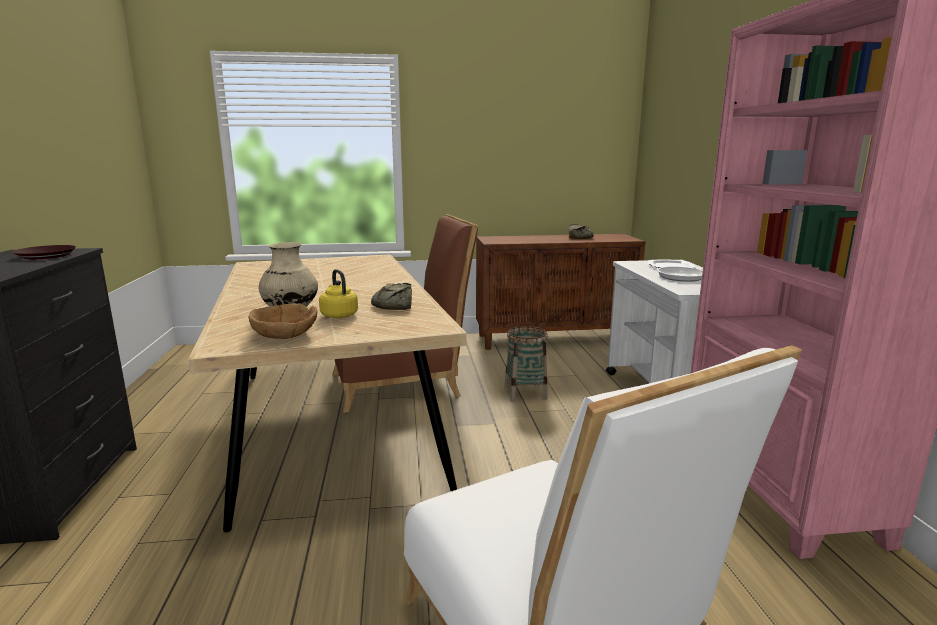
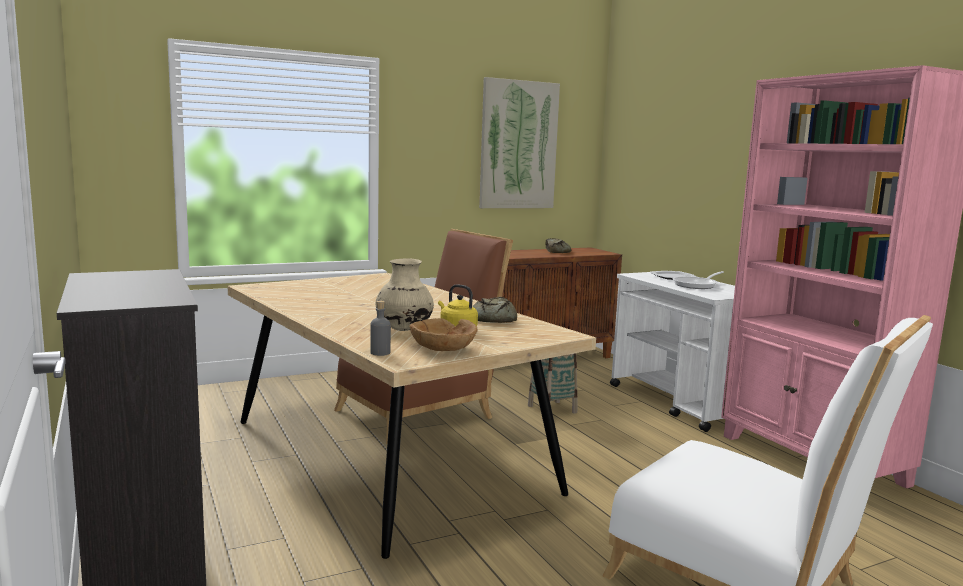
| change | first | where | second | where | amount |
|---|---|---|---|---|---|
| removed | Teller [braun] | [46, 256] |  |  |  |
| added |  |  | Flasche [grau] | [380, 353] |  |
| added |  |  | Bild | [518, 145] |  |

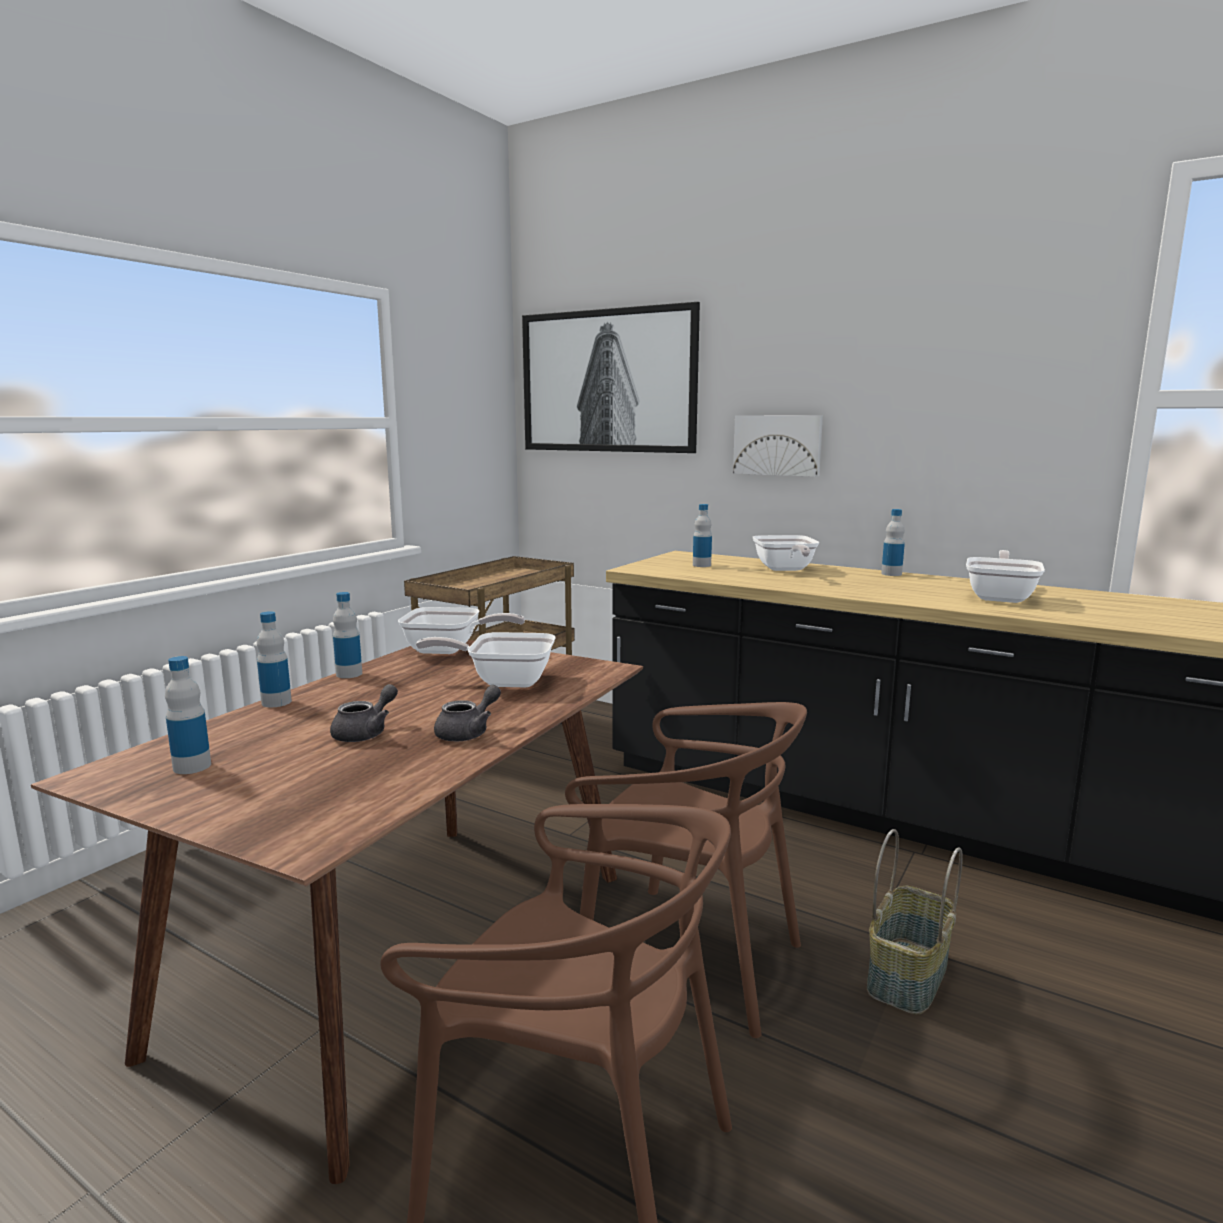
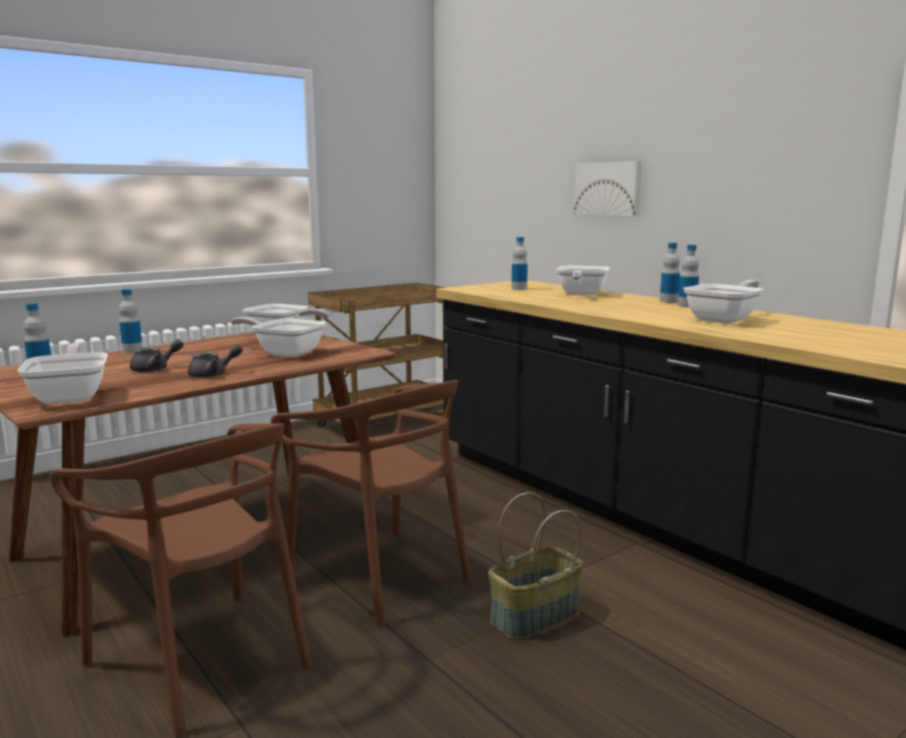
| change | first | where | second | where | amount |
|---|---|---|---|---|---|
| removed | Bild | [608, 381] |  |  |  |
| added |  |  | Pfanne | [71, 396] |  |
| moved | Flasche | [349, 674] |  | [687, 305] |  |

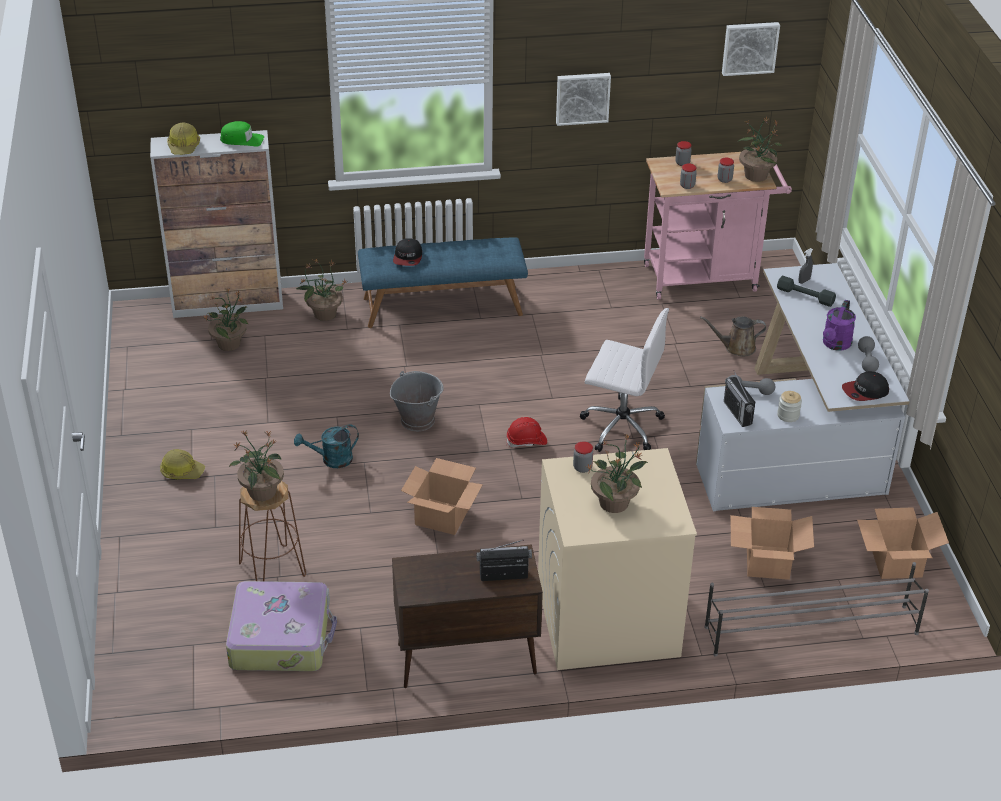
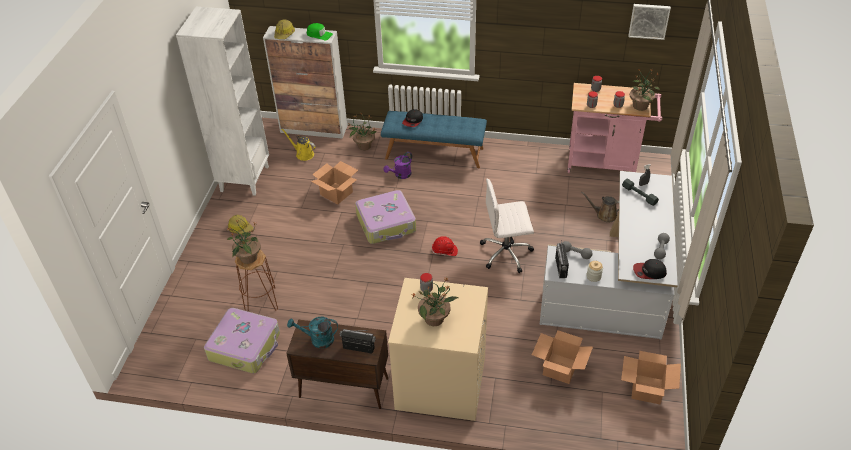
| change | first | where | second | where | amount |
|---|---|---|---|---|---|
| removed | Bild | [582, 97] |  |  |  |
| removed | Schuhregal [grau] | [810, 630] |  |  |  |
| added |  |  | Bücherregal [weiß] | [244, 178] |  |
| moved | Gießkanne [türkis] | [331, 460] |  | [317, 339] |  |
| moved | Karton | [441, 516] |  | [336, 193] |  |
| moved | Gießkanne [lila] | [835, 345] |  | [400, 175] |  |
| replaced | Topfpflanze | [230, 343] | Gießkanne [gelb] | [303, 154] |  |
| replaced | Eimer [grau] | [417, 420] | Koffer | [386, 223] |  |
| turned | Bürostuhl [weiß] | [620, 426] |  | [507, 253] | 135 degrees clockwise |

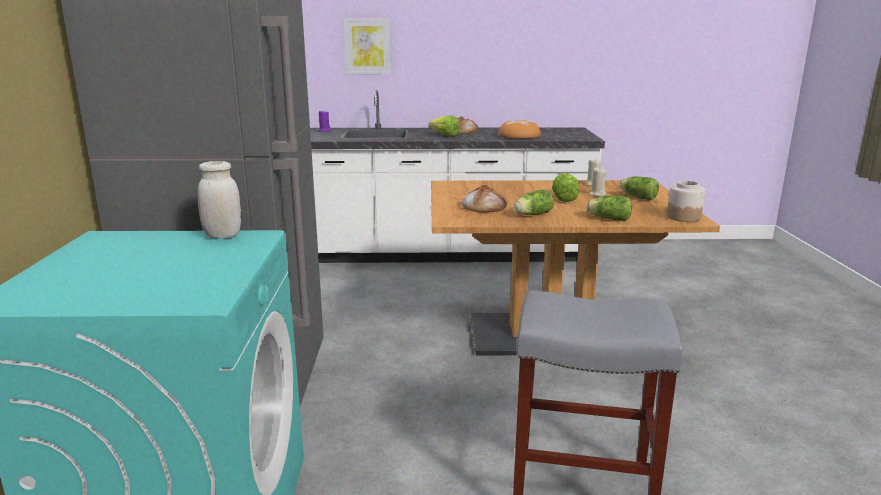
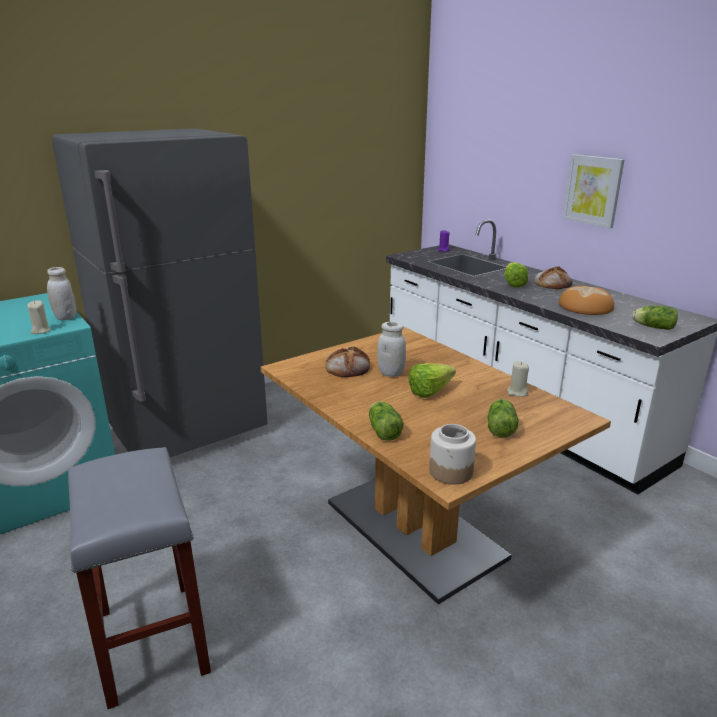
| change | first | where | second | where | amount |
|---|---|---|---|---|---|
| added |  |  | Vorratsglas [weiß] | [391, 373] |  |
| moved | Bild | [368, 46] |  | [593, 190] |  |
| moved | Salatkopf | [532, 215] |  | [652, 327] |  |
| moved | Kerze [beige] | [597, 194] |  | [40, 331] |  |

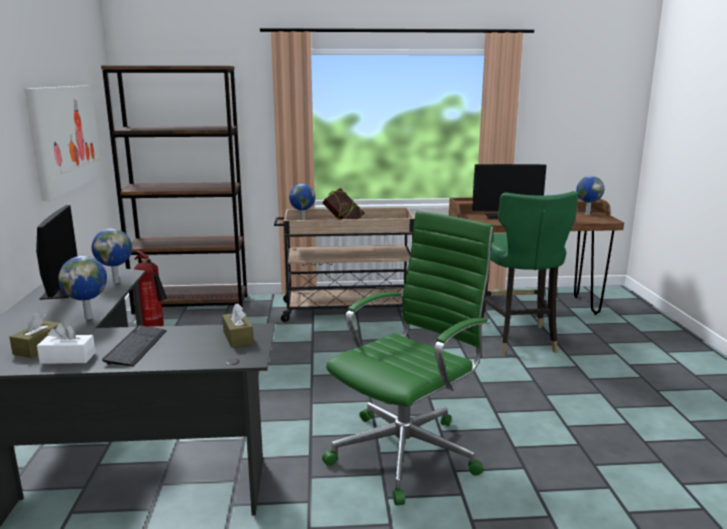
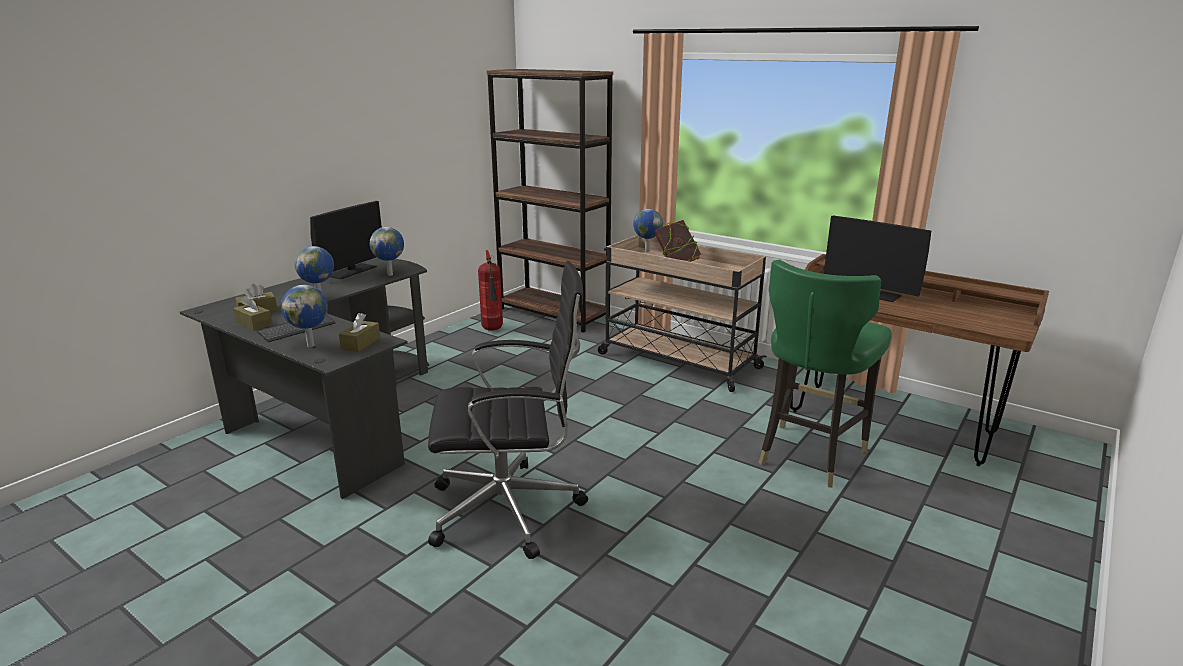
| change | first | where | second | where | amount |
|---|---|---|---|---|---|
| removed | Bild | [65, 138] |  |  |  |
| moved | Globus | [587, 214] |  | [311, 345] |  |
| recoloured | Taschentuchbox [weiß] | [68, 358] | Taschentuchbox [braun] | [254, 323] |  |
| recoloured | Bürostuhl [grün] | [407, 451] | Bürostuhl [schwarz] | [510, 509] |  |

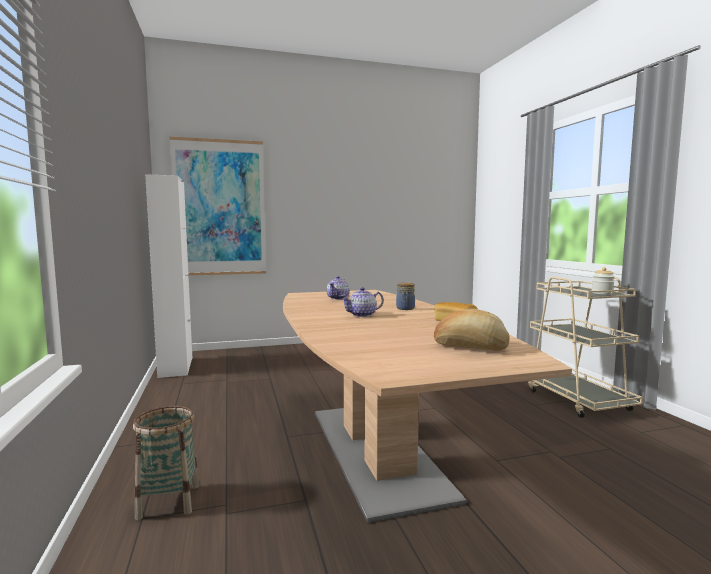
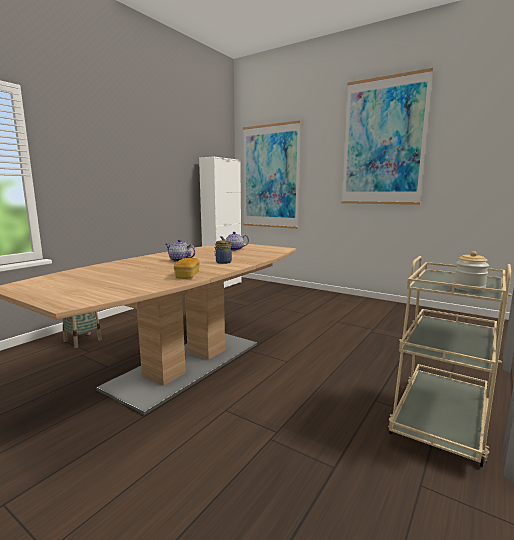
| change | first | where | second | where | amount |
|---|---|---|---|---|---|
| removed | Brot | [470, 347] |  |  |  |
| added |  |  | Bild | [383, 142] |  |

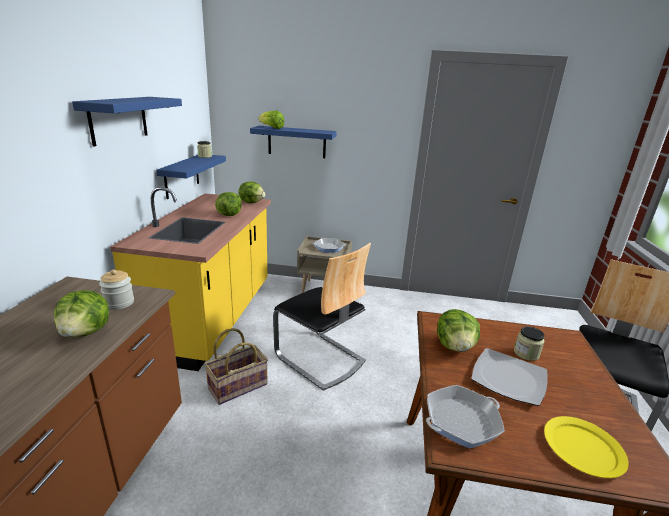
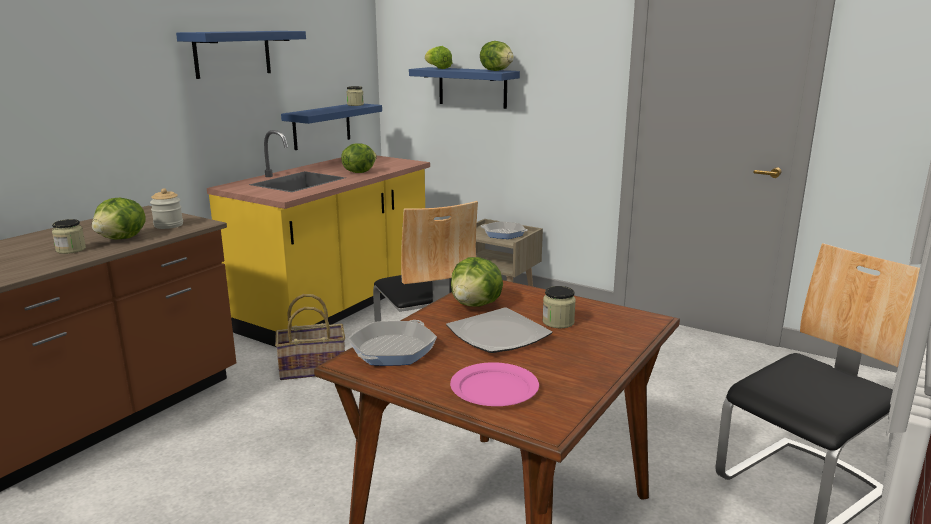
| change | first | where | second | where | amount |
|---|---|---|---|---|---|
| added |  |  | Vorratsglas | [71, 249] |  |
| moved | Salatkopf | [252, 202] |  | [497, 71] |  |
| recoloured | Teller [gelb] | [583, 449] | Teller [rosa] | [494, 389] |  |
| turned | Pfanne | [461, 421] |  | [392, 350] | 120 degrees clockwise |

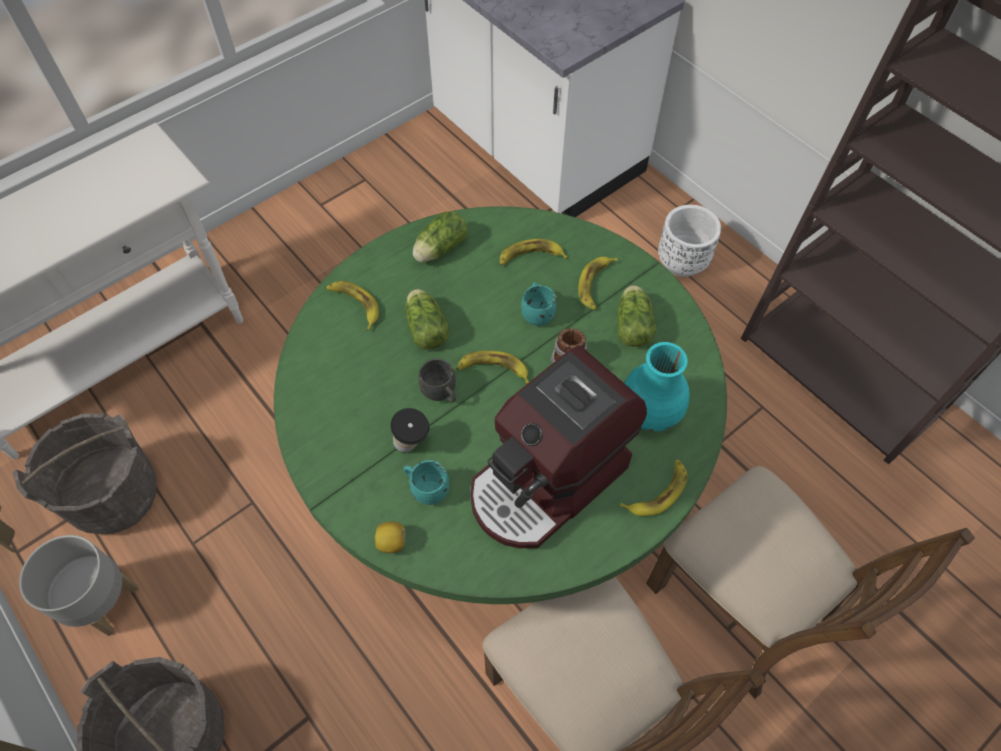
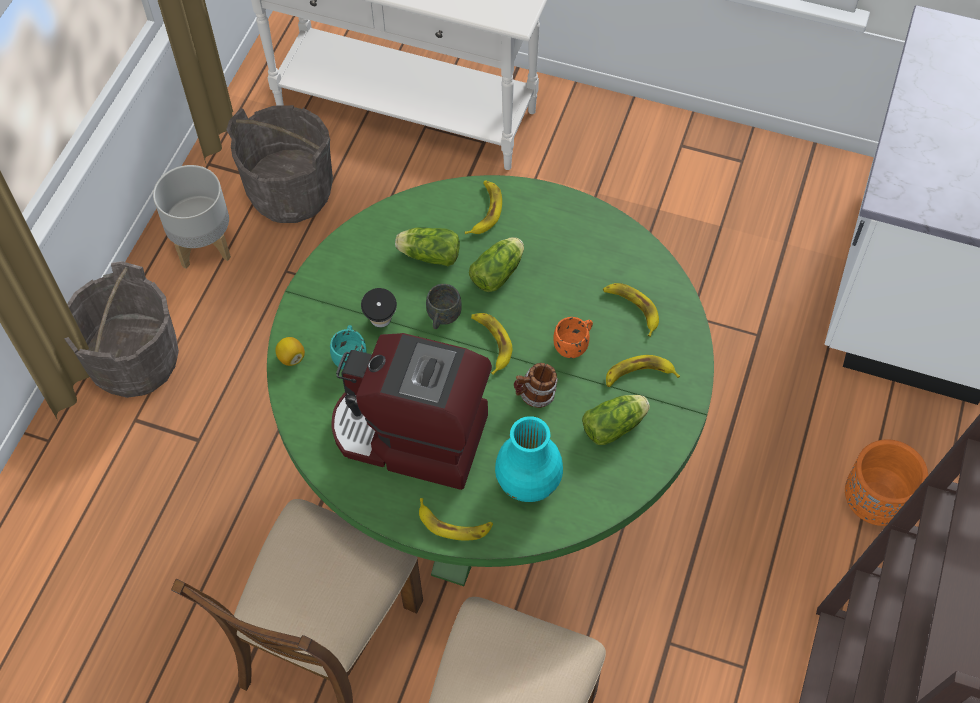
| change | first | where | second | where | amount |
|---|---|---|---|---|---|
| moved | Salatkopf | [439, 249] |  | [427, 255] |  |
| recoloured | Henkelbecher [türkis] | [537, 312] | Henkelbecher [orange] | [574, 344] |  |
| recoloured | Pflanzkübel [weiß] | [682, 262] | Pflanzkübel [orange] | [874, 502] |  |

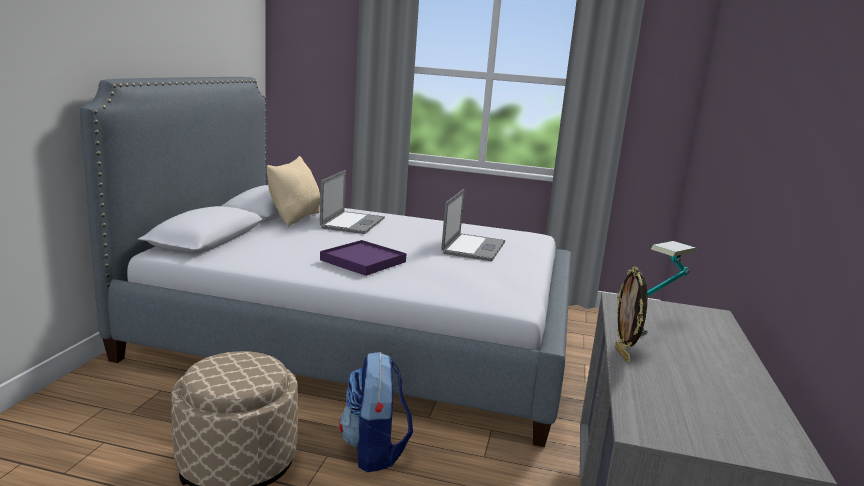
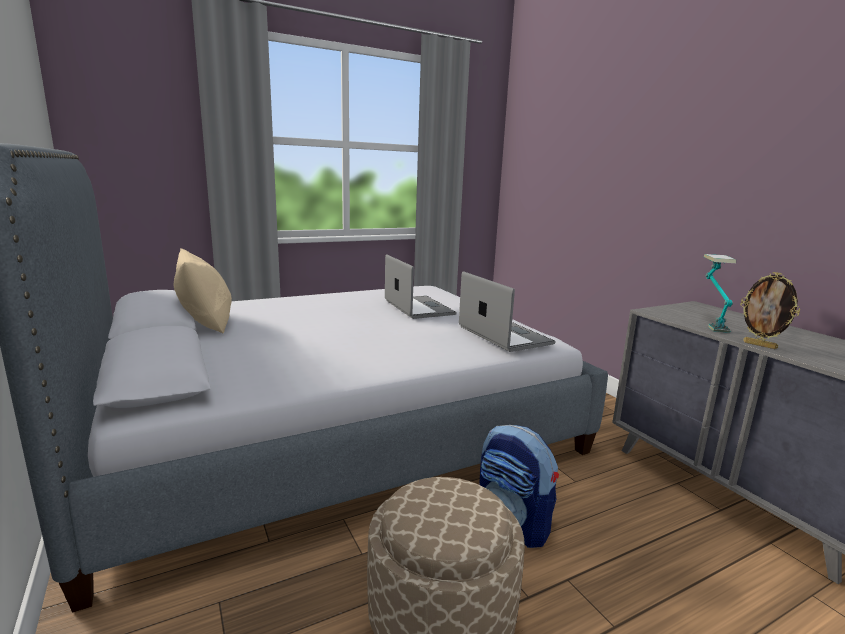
| change | first | where | second | where | amount |
|---|---|---|---|---|---|
| removed | Tablett [lila] | [363, 261] |  |  |  |
| moved | Laptop | [353, 223] |  | [504, 335] |  |

